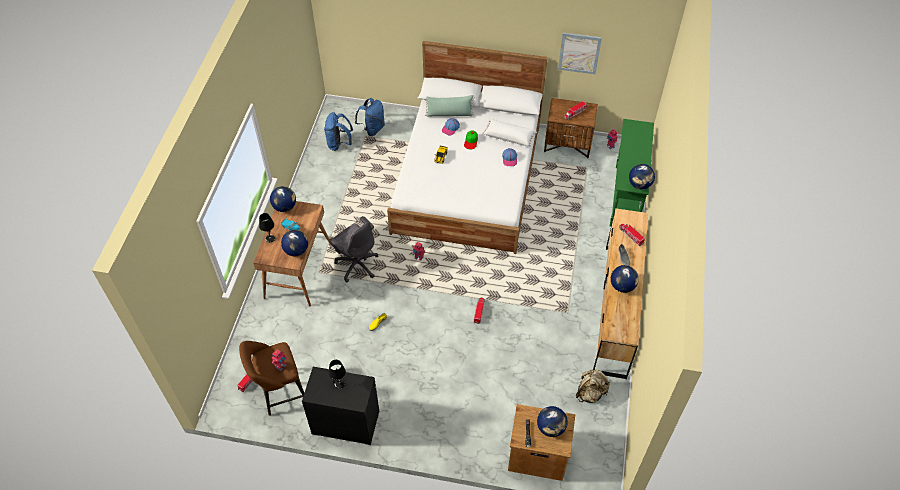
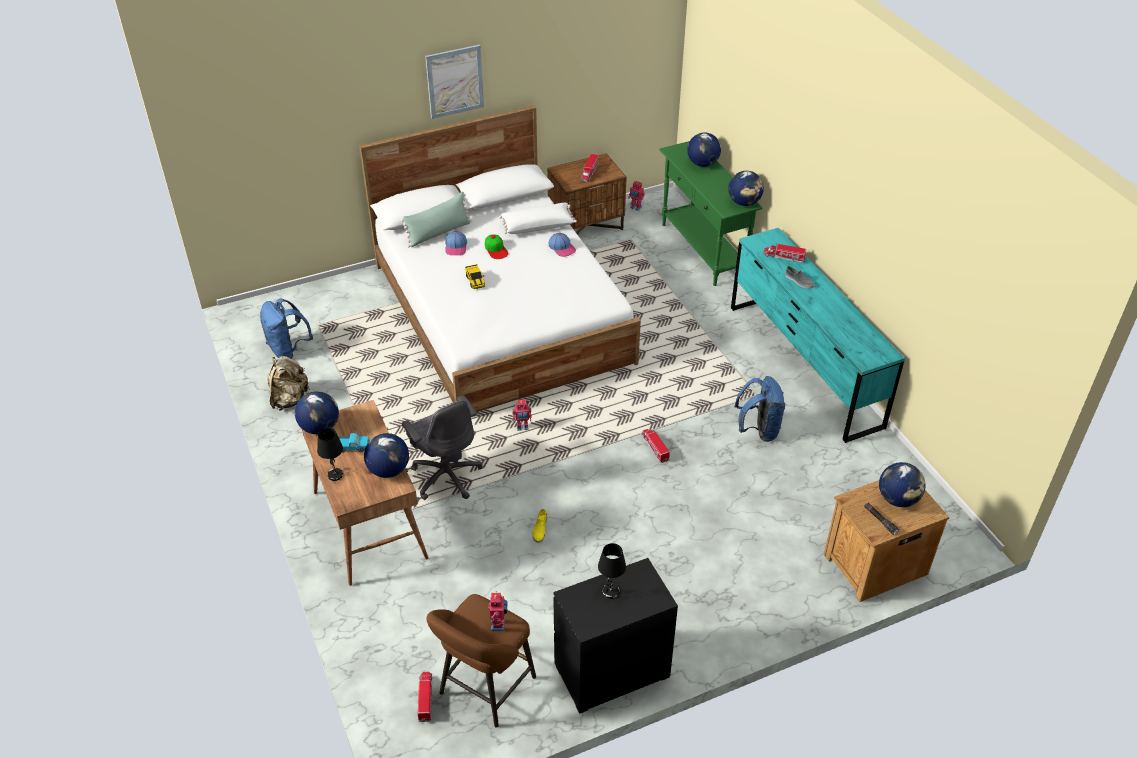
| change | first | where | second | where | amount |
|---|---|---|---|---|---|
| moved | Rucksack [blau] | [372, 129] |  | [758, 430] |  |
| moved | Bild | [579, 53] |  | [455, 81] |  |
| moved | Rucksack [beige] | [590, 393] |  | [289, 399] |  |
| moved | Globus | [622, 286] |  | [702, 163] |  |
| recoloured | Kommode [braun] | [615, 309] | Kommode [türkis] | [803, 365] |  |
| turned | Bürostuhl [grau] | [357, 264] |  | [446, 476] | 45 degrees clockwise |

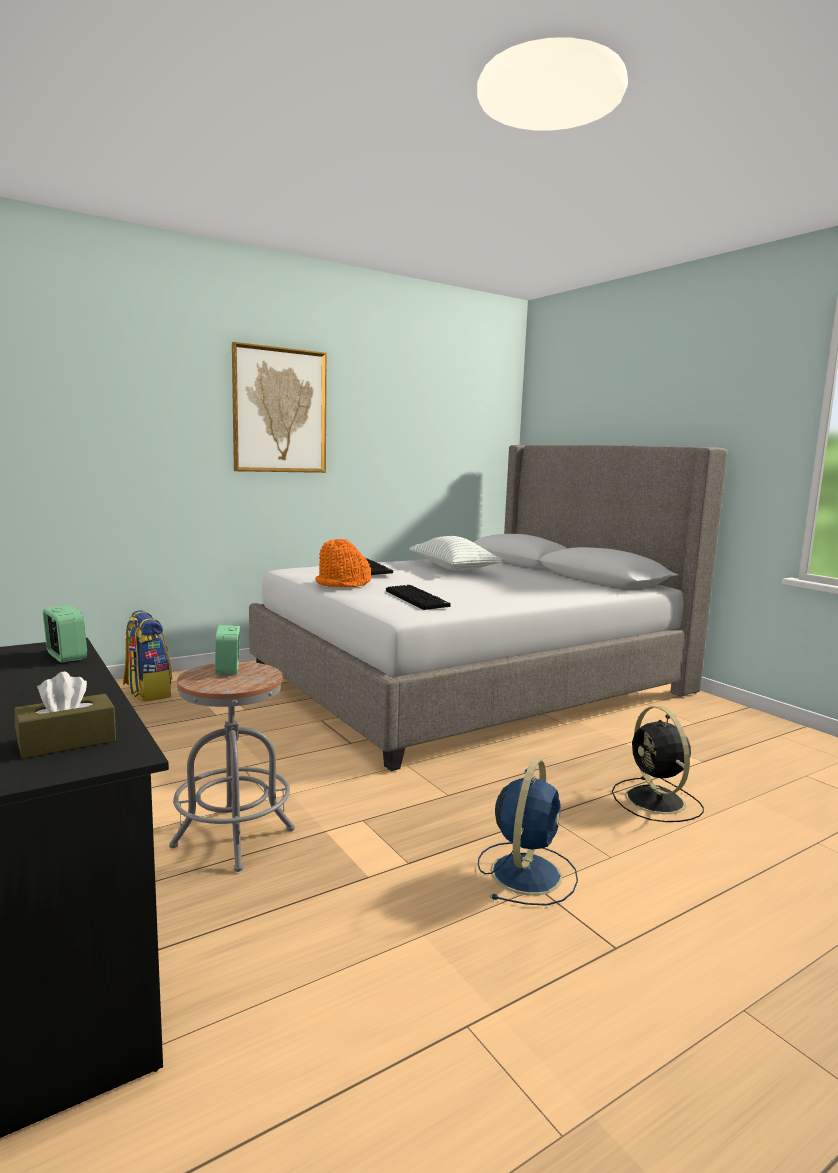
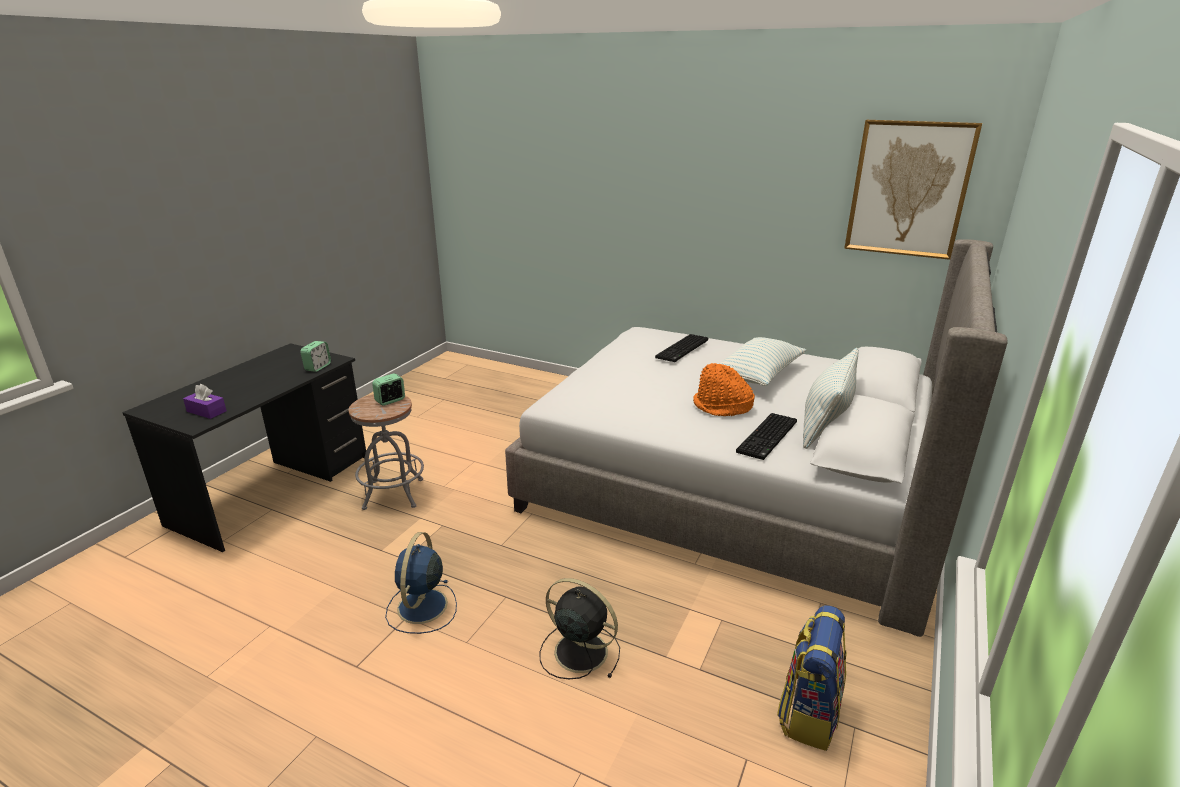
| change | first | where | second | where | amount |
|---|---|---|---|---|---|
| added |  |  | Kissen | [825, 424] |  |
| moved | Rucksack | [147, 692] |  | [808, 713] |  |
| moved | Bild | [279, 410] |  | [908, 189] |  |
| moved | Hut [orange] | [343, 584] |  | [722, 407] |  |
| moved | Tastatur | [418, 599] |  | [768, 438] |  |
| recoloured | Taschentuchbox [braun] | [67, 741] | Taschentuchbox [lila] | [206, 411] |  |
| turned | Ventilator [blau] | [526, 872] |  | [421, 608] | 105 degrees clockwise |
| turned | Ventilator [schwarz] | [656, 801] |  | [578, 651] | 75 degrees clockwise |

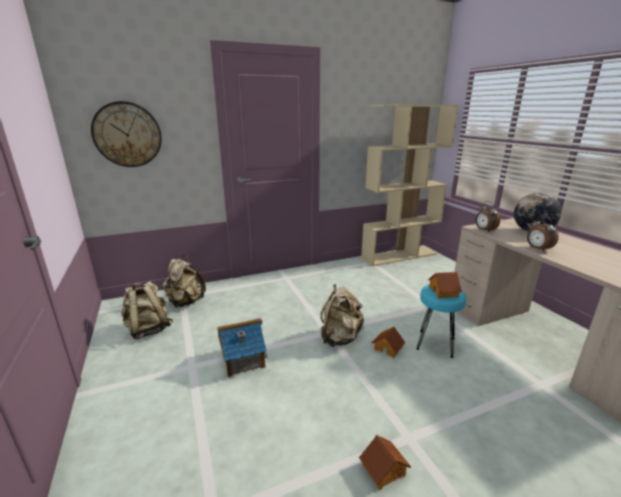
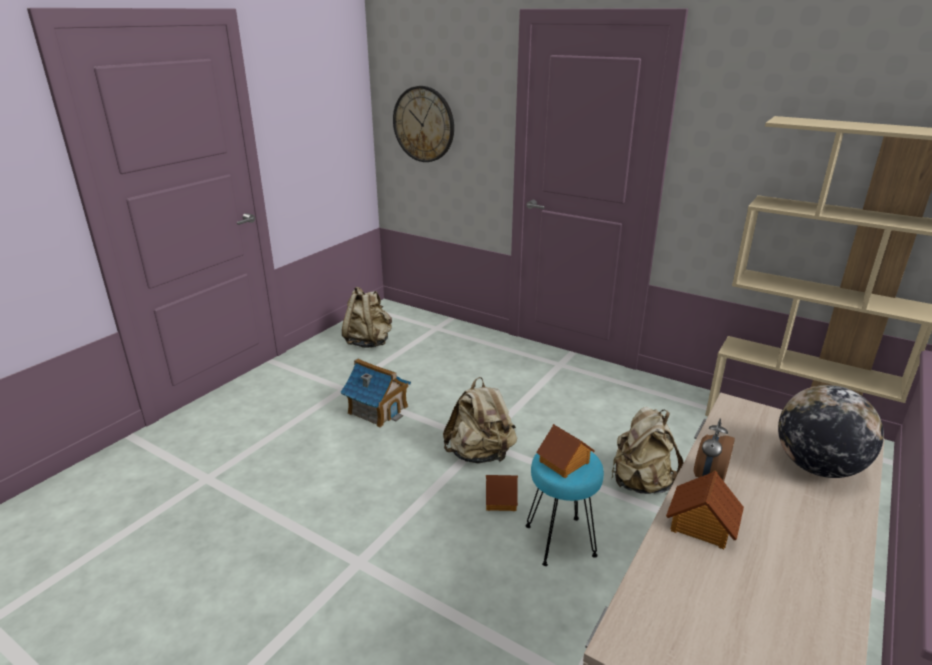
| change | first | where | second | where | amount |
|---|---|---|---|---|---|
| removed | Wecker | [484, 230] |  |  |  |
| moved | Rucksack [beige] | [185, 302] |  | [641, 483] |  |
| moved | Spielzeughaus | [383, 470] |  | [701, 525] |  |

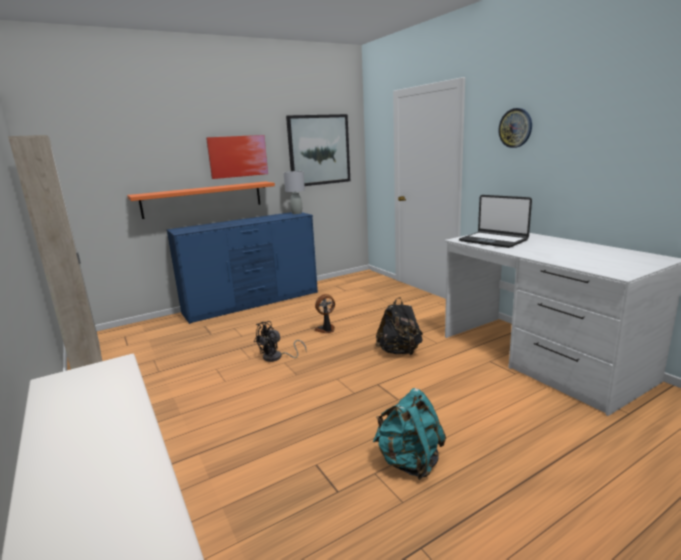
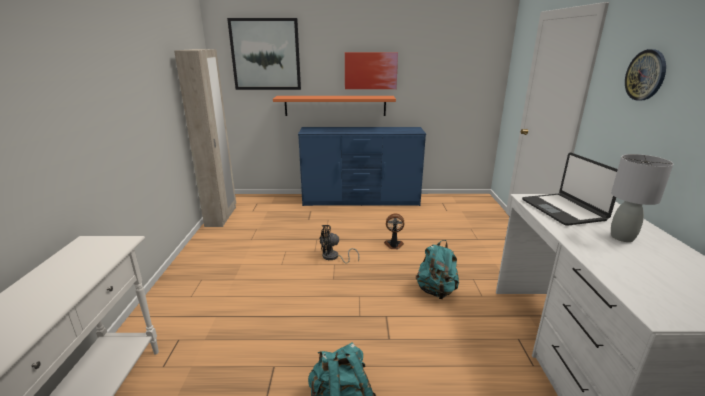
| change | first | where | second | where | amount |
|---|---|---|---|---|---|
| moved | Tischlampe [grau] | [296, 213] |  | [621, 237] |  |
| moved | Bild | [319, 150] |  | [265, 54] |  |
| recoloured | Rucksack [schwarz] | [399, 352] | Rucksack [türkis] | [436, 291] |  |

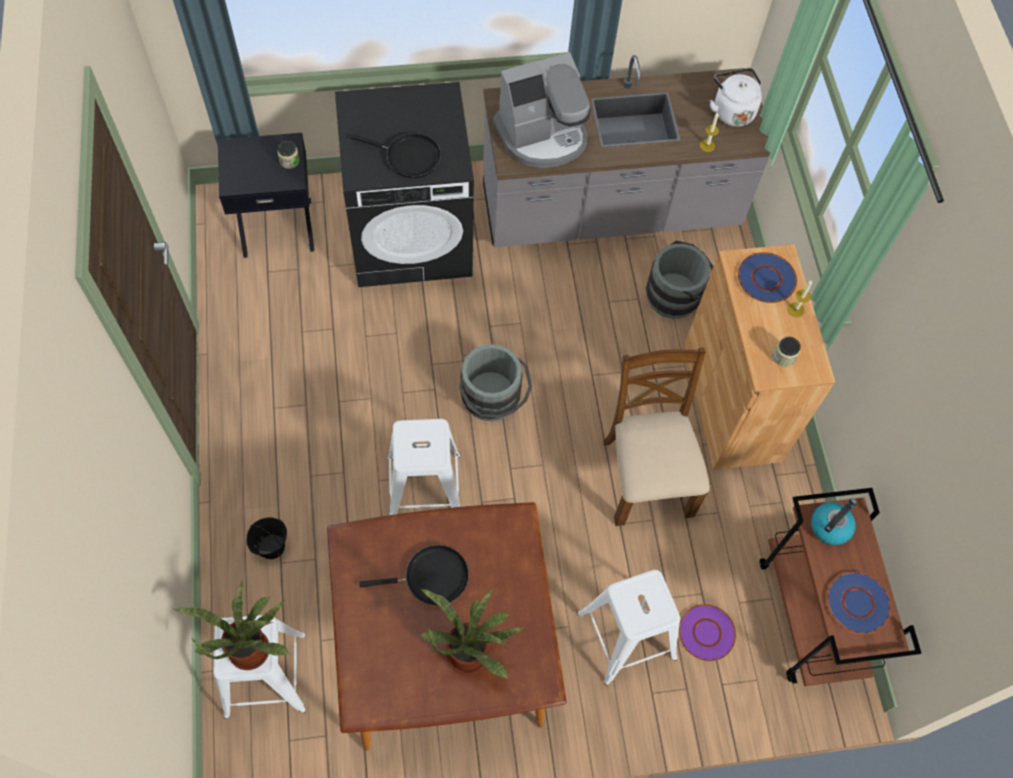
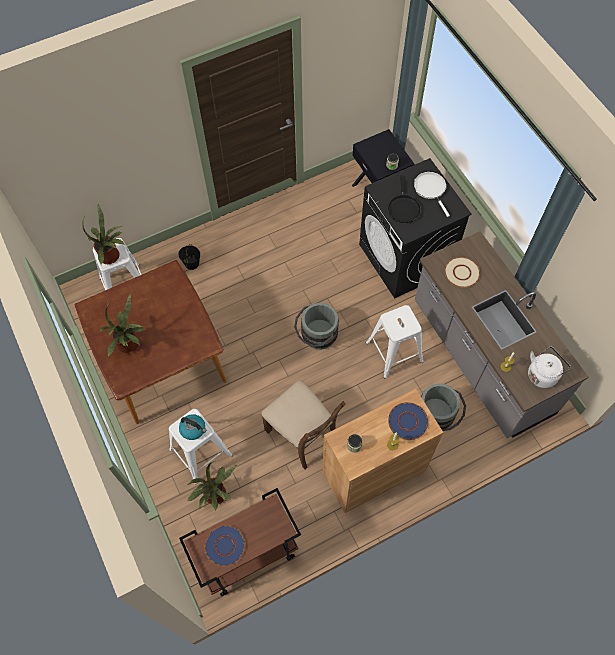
| change | first | where | second | where | amount |
|---|---|---|---|---|---|
| removed | Pfanne [schwarz] | [431, 577] |  |  |  |
| added |  |  | Pfanne [weiß] | [431, 189] |  |
| moved | Hocker [weiß] | [425, 487] |  | [395, 352] |  |
| moved | Wasserkessel | [830, 526] |  | [193, 429] |  |
| replaced | Kaffeemaschine | [543, 136] | Teller [beige] | [462, 272] |  |
| replaced | Teller [lila] | [707, 633] | Topfpflanze | [216, 496] |  |
| turned | Stuhl [braun] | [646, 476] |  | [302, 434] | 75 degrees clockwise |

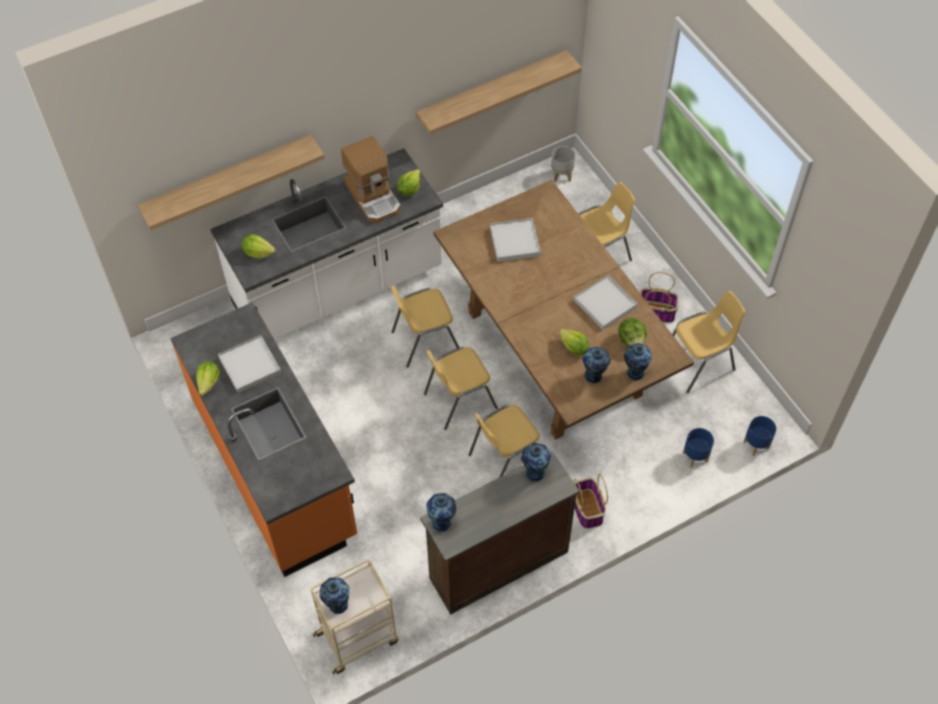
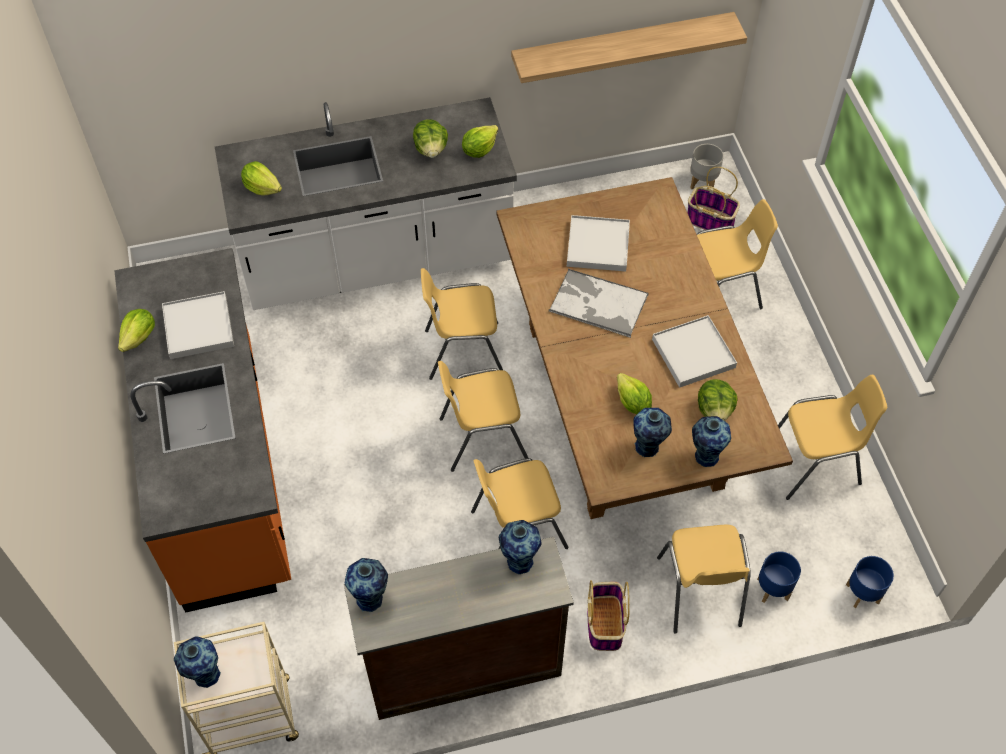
| change | first | where | second | where | amount |
|---|---|---|---|---|---|
| removed | Wandregal | [228, 180] |  |  |  |
| added |  |  | Tablett | [597, 303] |  |
| added |  |  | Stuhl [gelb] | [699, 592] |  |
| moved | Korb | [656, 312] |  | [711, 221] |  |
| replaced | Kaffeemaschine | [374, 197] | Salatkopf | [431, 149] |  |

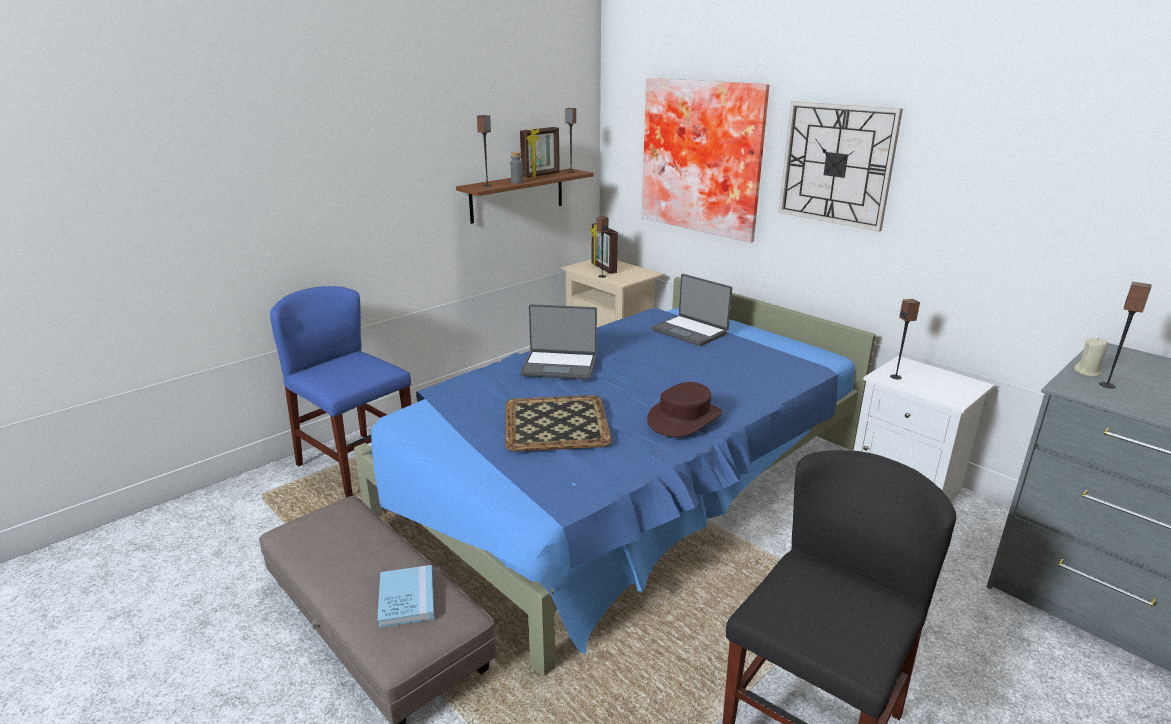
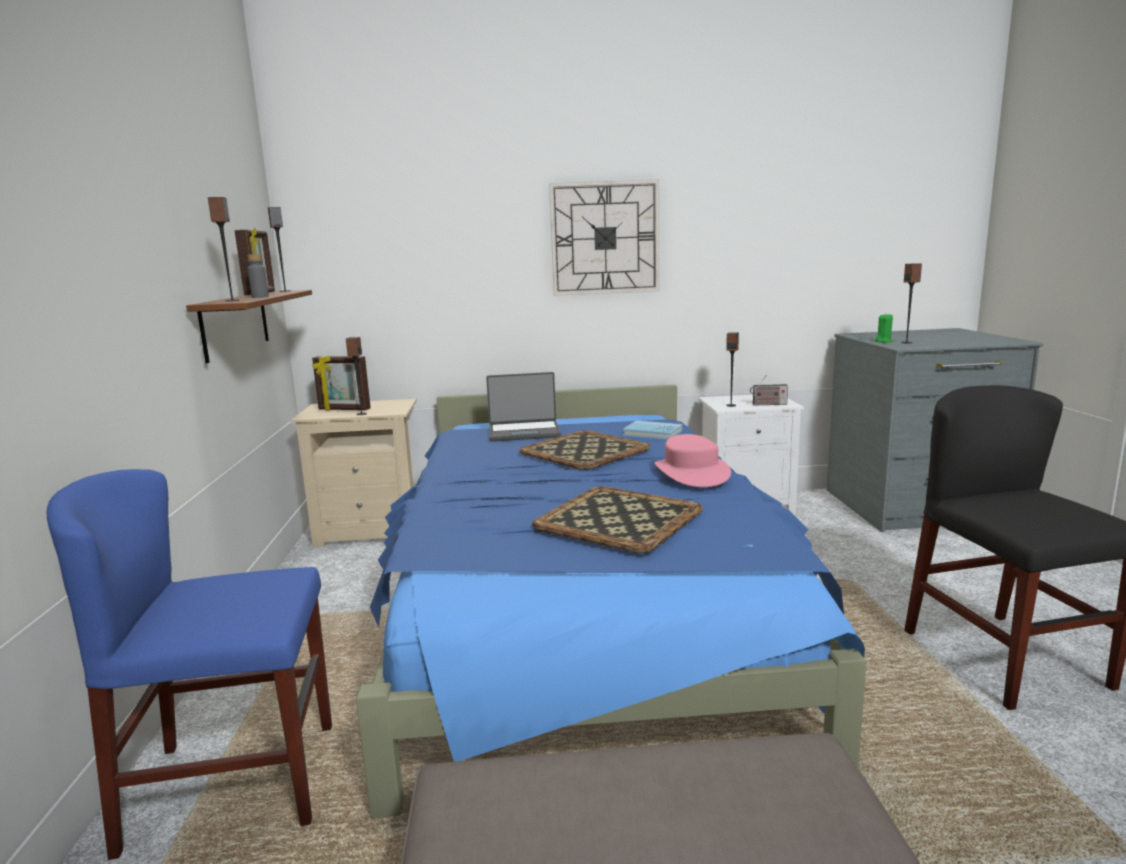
| change | first | where | second | where | amount |
|---|---|---|---|---|---|
| removed | Laptop | [559, 366] |  |  |  |
| removed | Bild | [703, 157] |  |  |  |
| added |  |  | Tablett | [583, 450] |  |
| added |  |  | Radio | [768, 404] |  |
| moved | Buch [blau] | [406, 598] |  | [652, 433] |  |
| recoloured | Hut [braun] | [684, 418] | Hut [rosa] | [691, 473] |  |
| recoloured | Kerze [beige] | [1087, 372] | Kerze [grün] | [883, 341] |  |

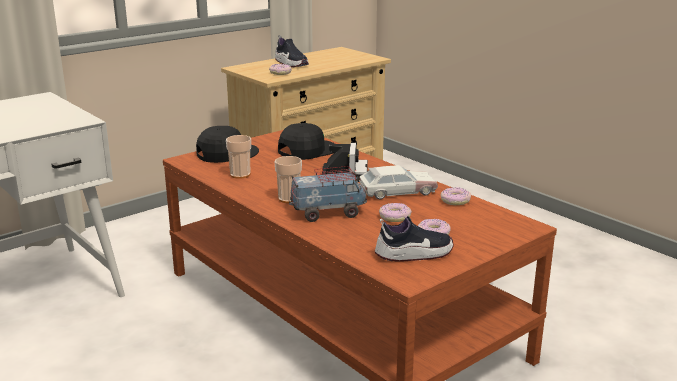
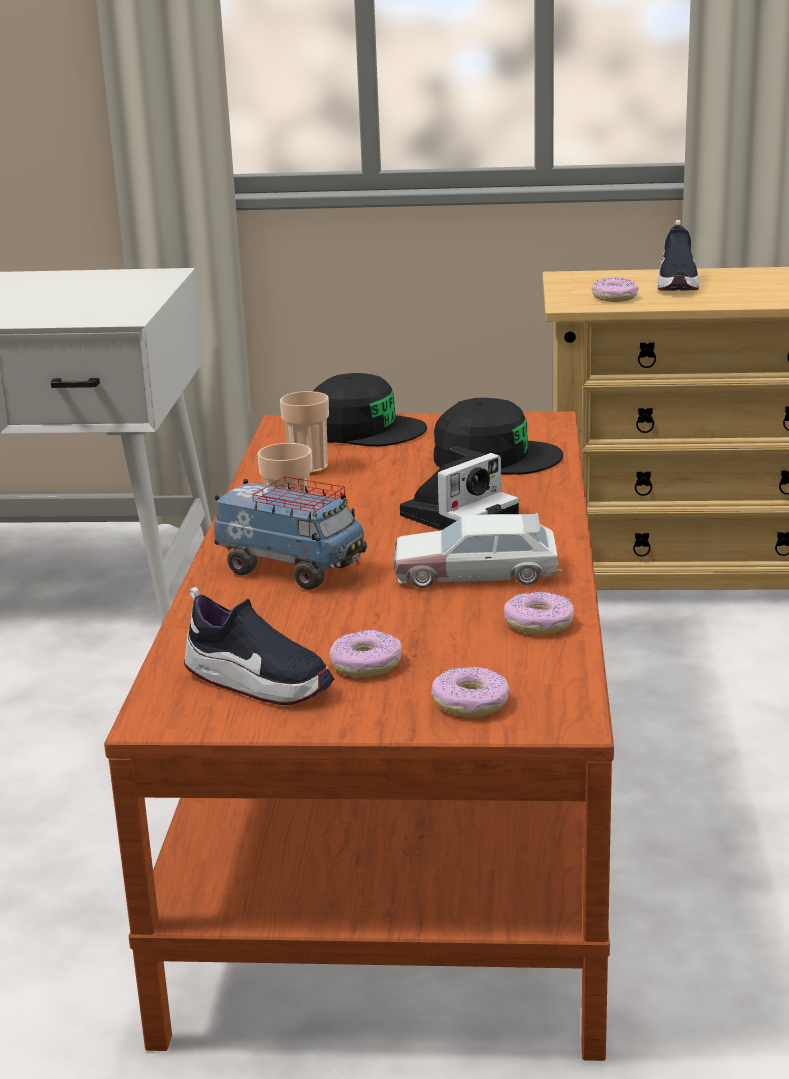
| change | first | where | second | where | amount |
|---|---|---|---|---|---|
| moved | Donut | [394, 217] |  | [471, 702] |  |
| turned | Spielzeugauto | [397, 191] |  | [477, 572] | 150 degrees clockwise |

